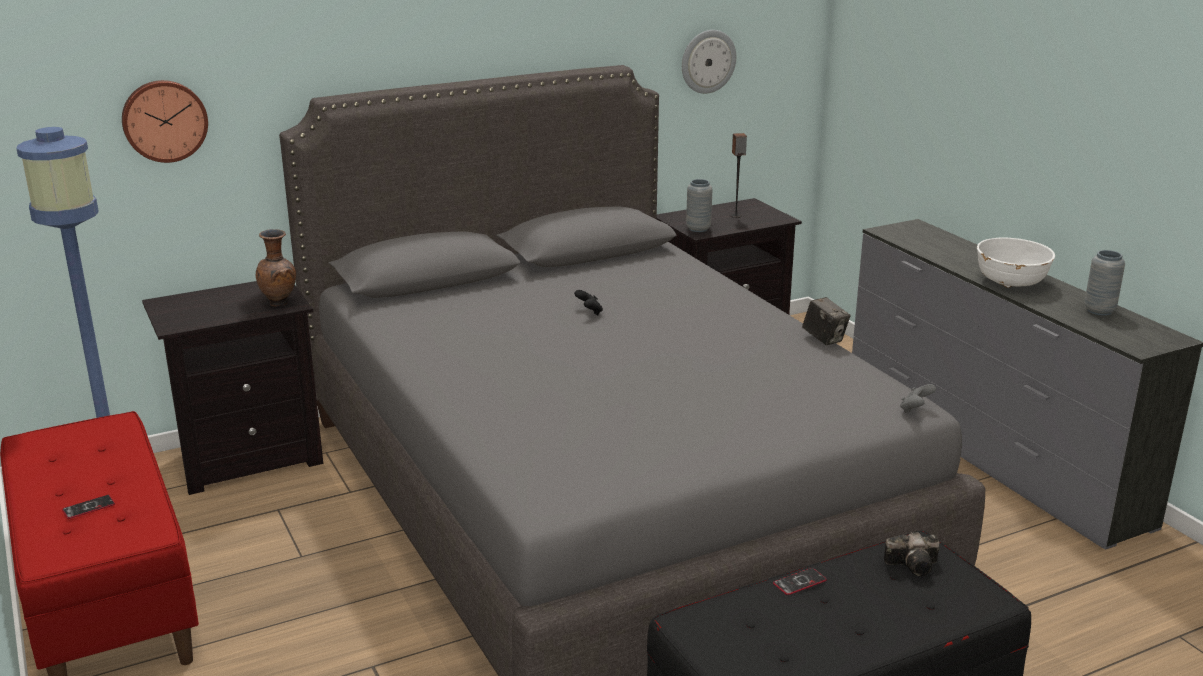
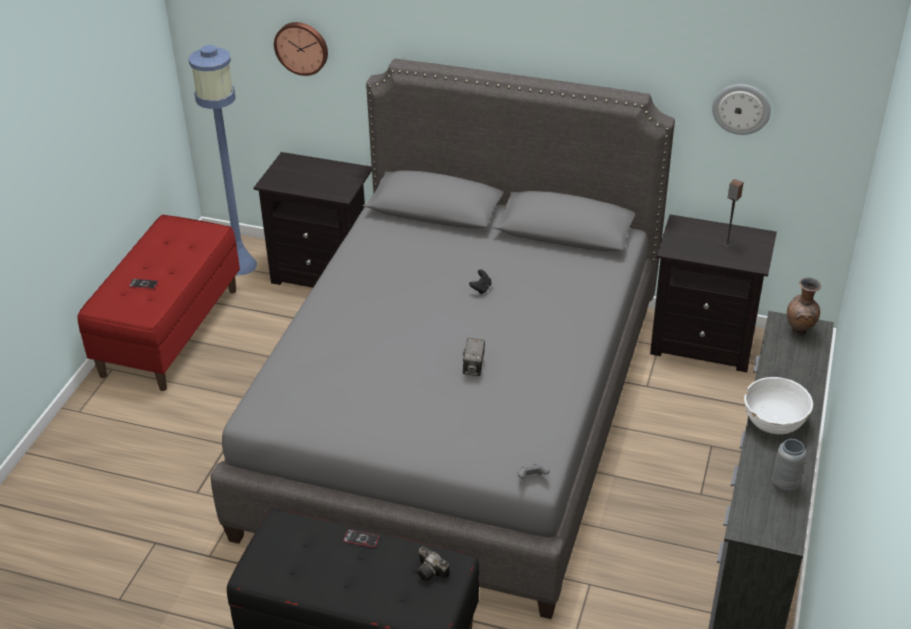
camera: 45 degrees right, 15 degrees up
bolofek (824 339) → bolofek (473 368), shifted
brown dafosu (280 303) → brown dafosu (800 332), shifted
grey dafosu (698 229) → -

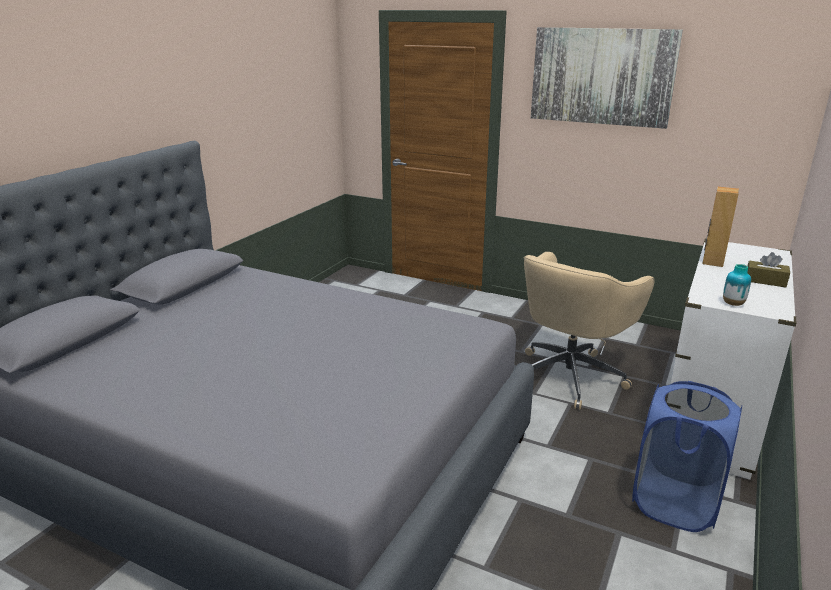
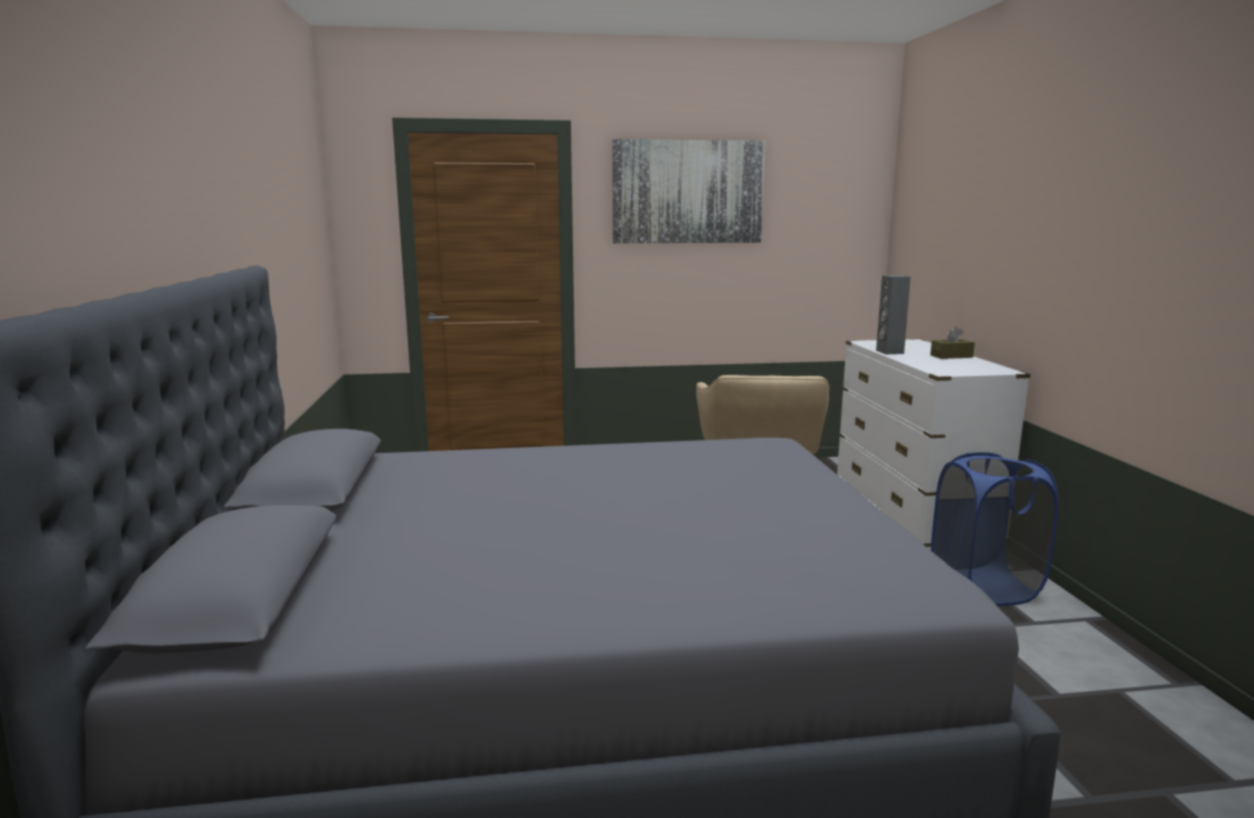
camera: 35 degrees left, 10 degrees down
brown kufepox (712 262) → grey kufepox (889 352)
dafosu (733 304) → -

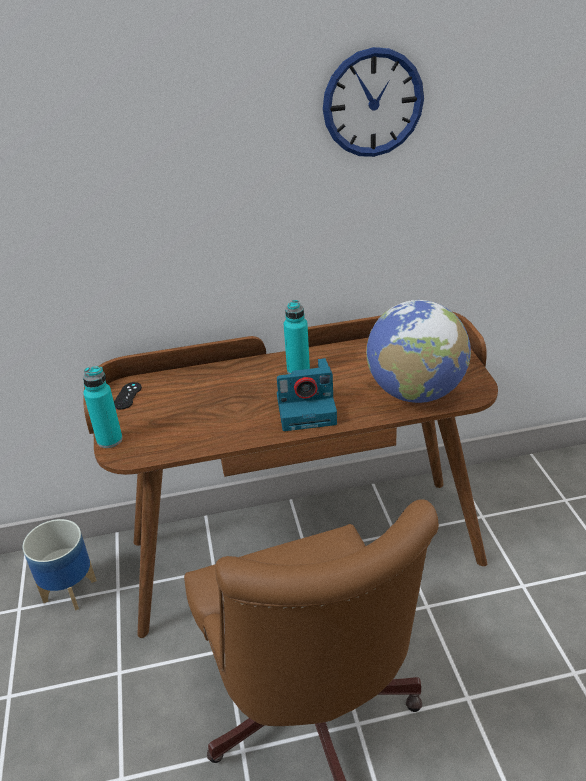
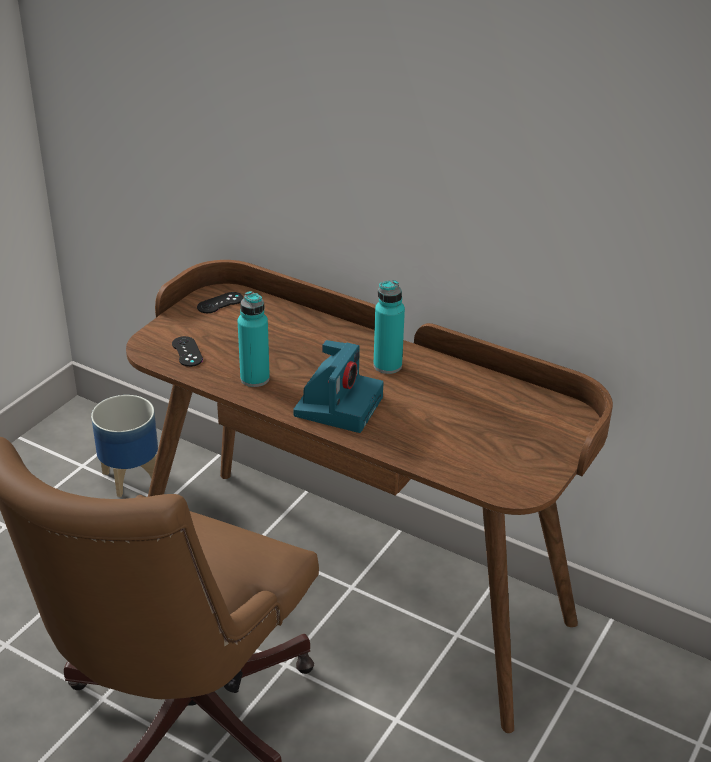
camera: 40 degrees right, 0 degrees up
- → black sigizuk (187 352)
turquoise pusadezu (109 440) → turquoise pusadezu (255 378), shifted
bolofek (307 409) → bolofek (338 405), 105 degrees counterclockwise
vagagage (373 103) → -
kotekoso (415 393) → -

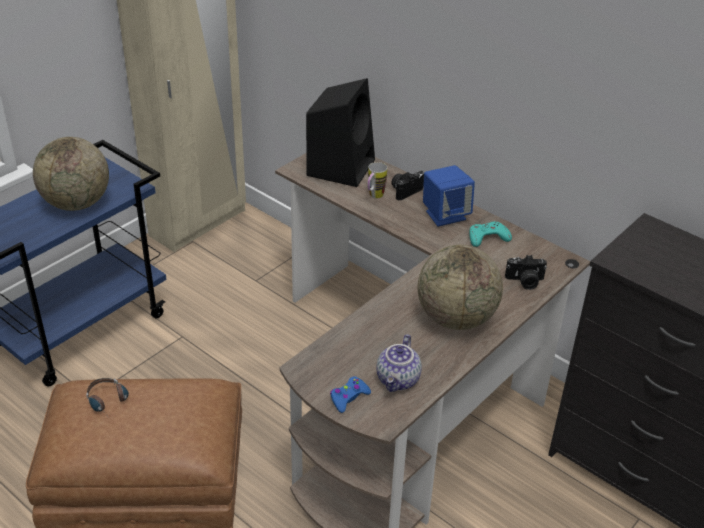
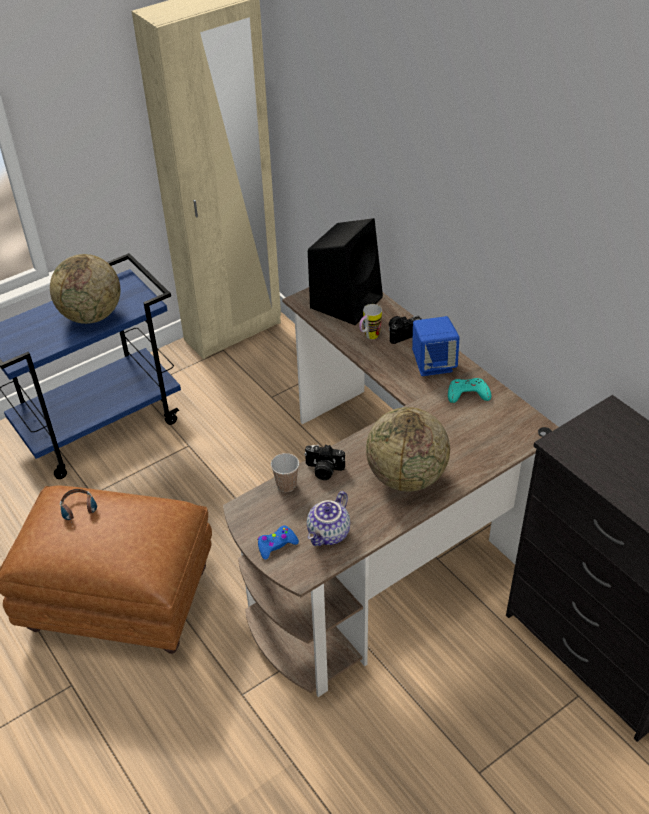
camera: 15 degrees right, 5 degrees up
- → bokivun (286 485)
bolofek (525 281) → bolofek (323 470), shifted

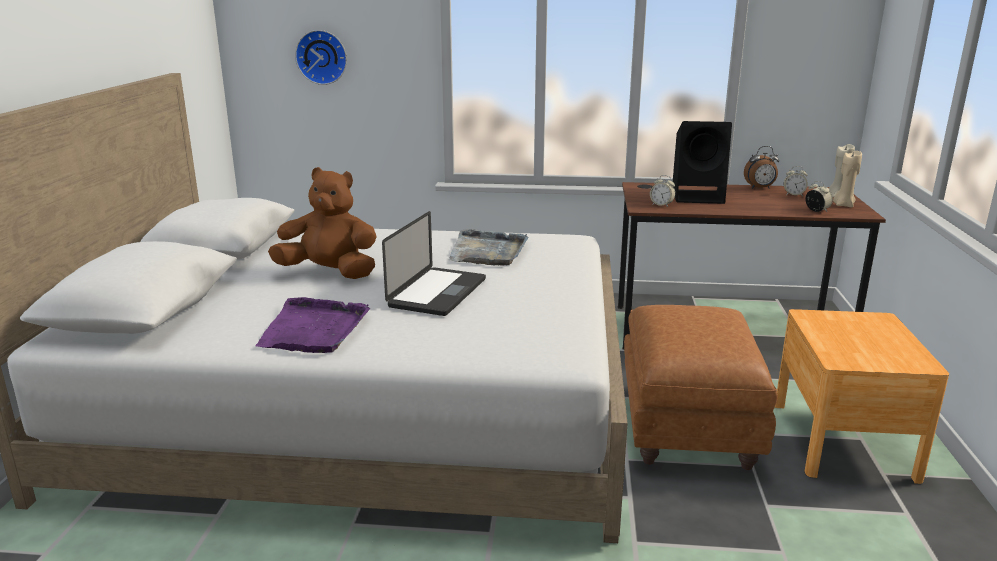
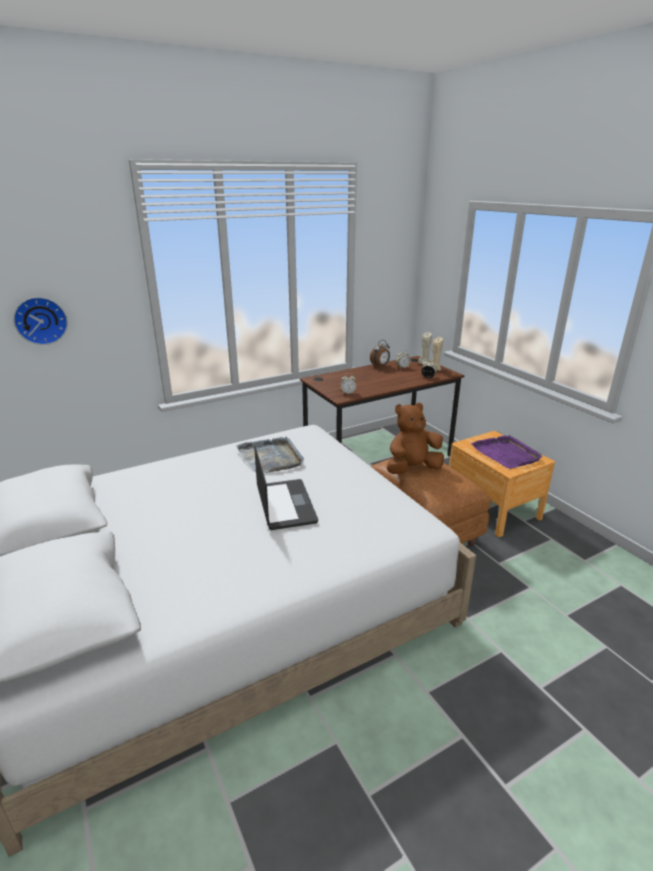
camera: 35 degrees left, 5 degrees up
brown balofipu (330 273) → brown balofipu (412 469), shifted
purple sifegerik (314 330) → purple sifegerik (506 454), shifted
black kufepox (699 196) → -

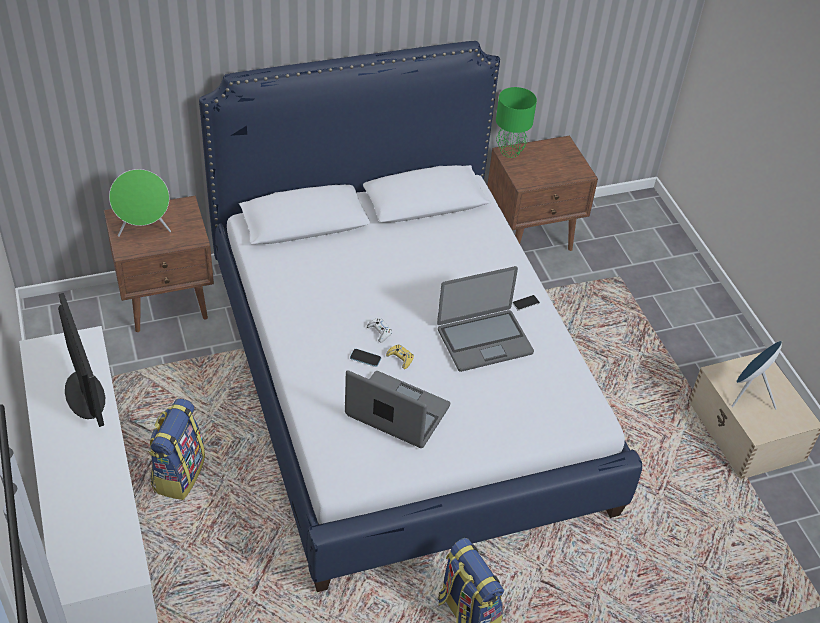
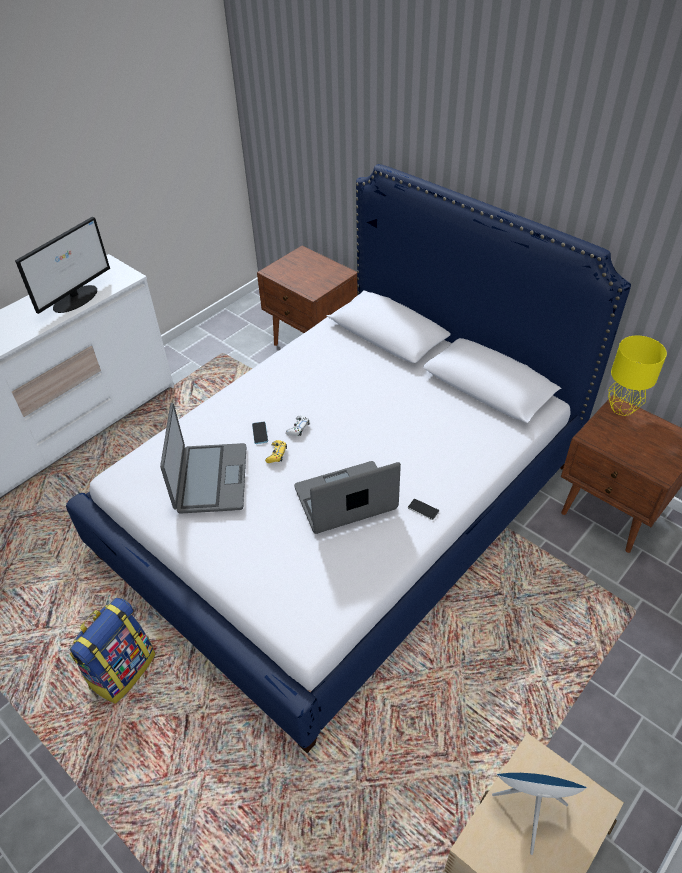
camera: 65 degrees right, 0 degrees up
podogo (484 340) → podogo (346 500), 120 degrees clockwise
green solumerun (510 151) → yellow solumerun (623 408)
green kufepox (144 230) → -
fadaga (178 473) → -

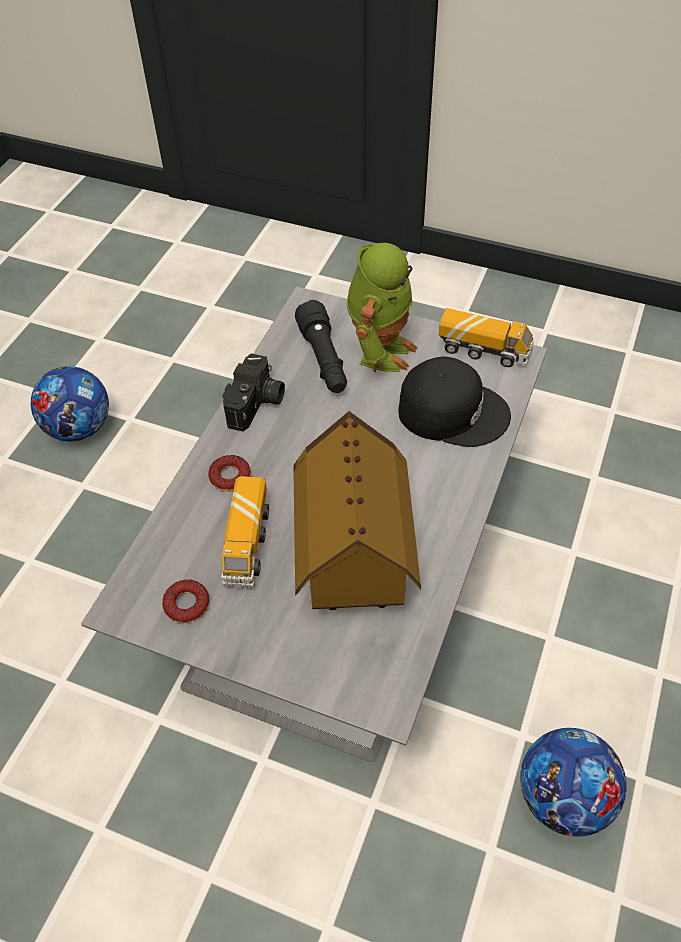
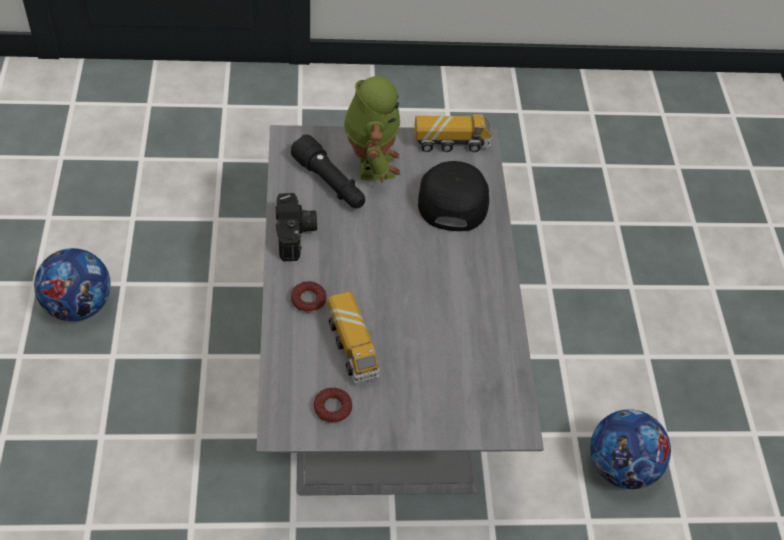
camera: 30 degrees left, 0 degrees up
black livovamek (452 410) → black livovamek (452 198), 75 degrees counterclockwise
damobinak (353 558) → -

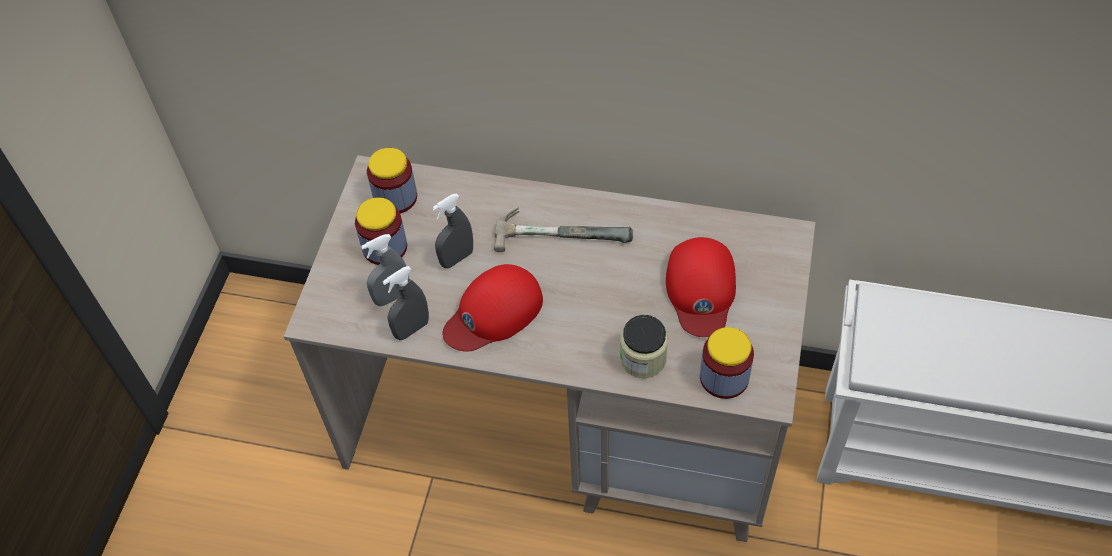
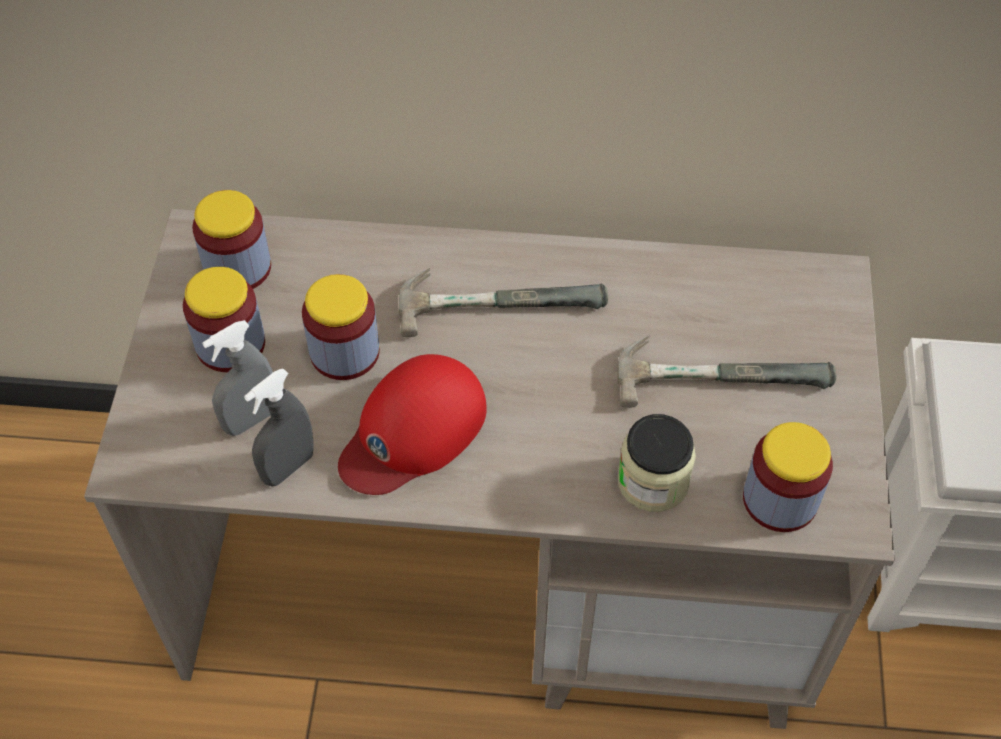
camera: 10 degrees left, 0 degrees up
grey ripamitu (457 258) → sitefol (344 352)
red livovamek (701 290) → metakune (721 369)

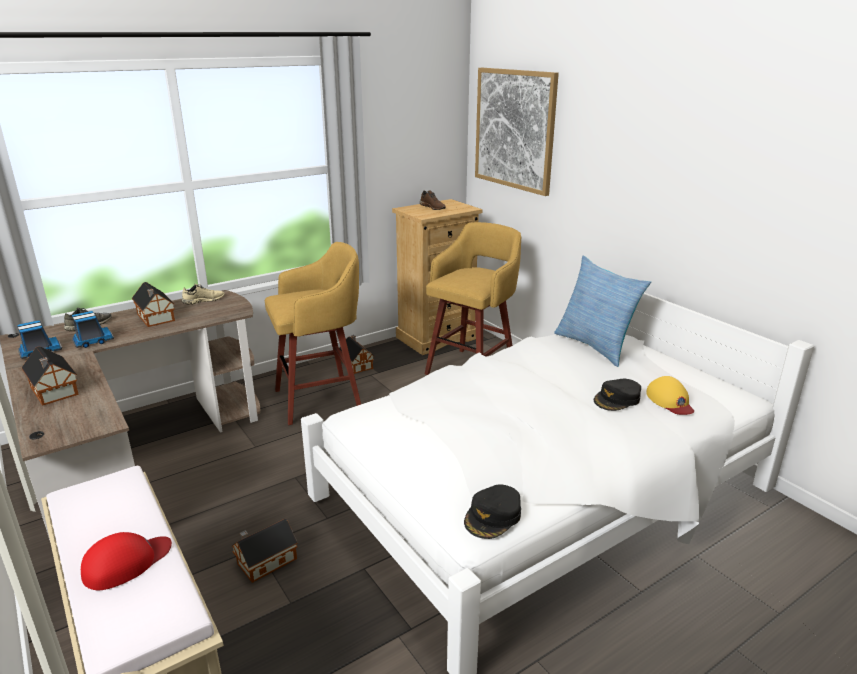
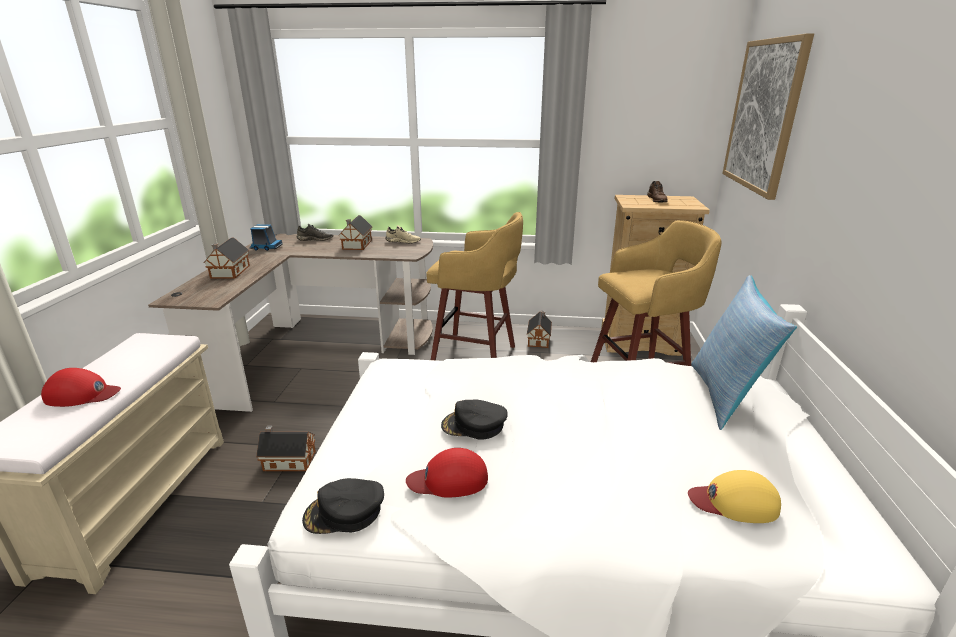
camera: 40 degrees right, 0 degrees up
- → red livovamek (449 479)
black livovamek (617 399) → black livovamek (474 425), shifted
yellow livovamek (670 401) → yellow livovamek (734 502), 75 degrees clockwise
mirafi (92 341) → -

